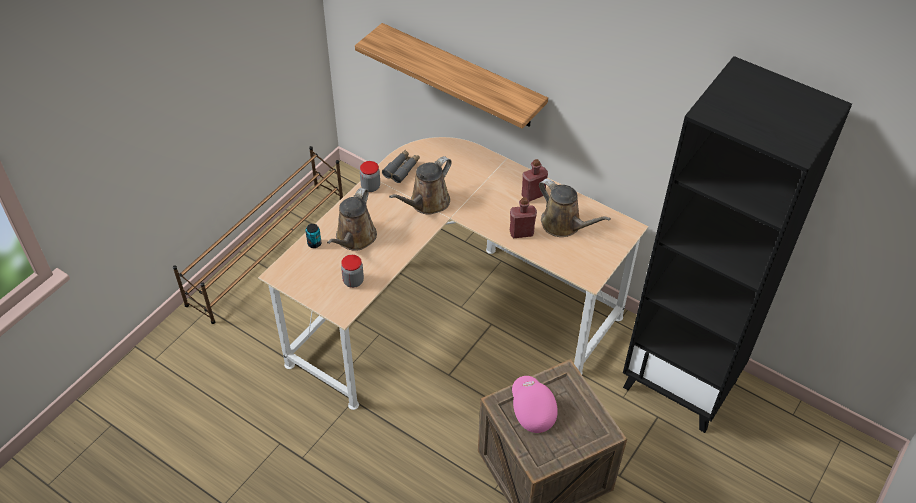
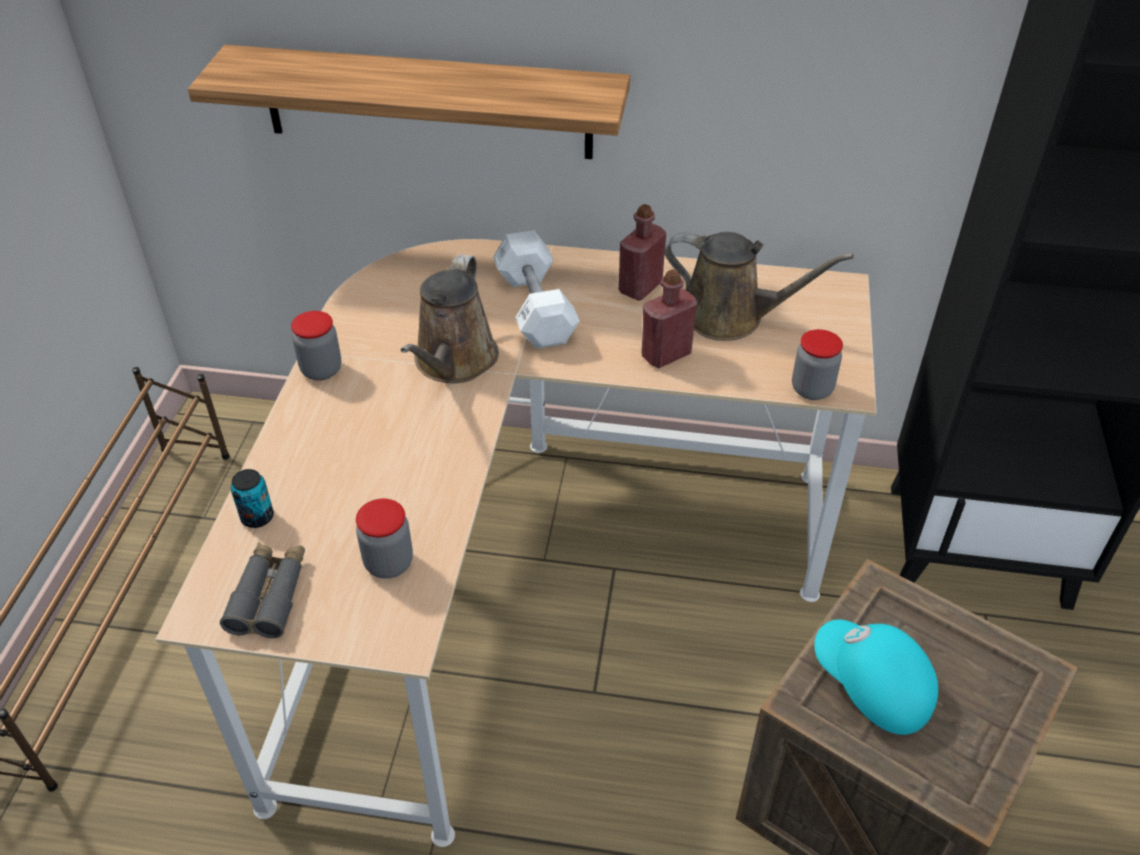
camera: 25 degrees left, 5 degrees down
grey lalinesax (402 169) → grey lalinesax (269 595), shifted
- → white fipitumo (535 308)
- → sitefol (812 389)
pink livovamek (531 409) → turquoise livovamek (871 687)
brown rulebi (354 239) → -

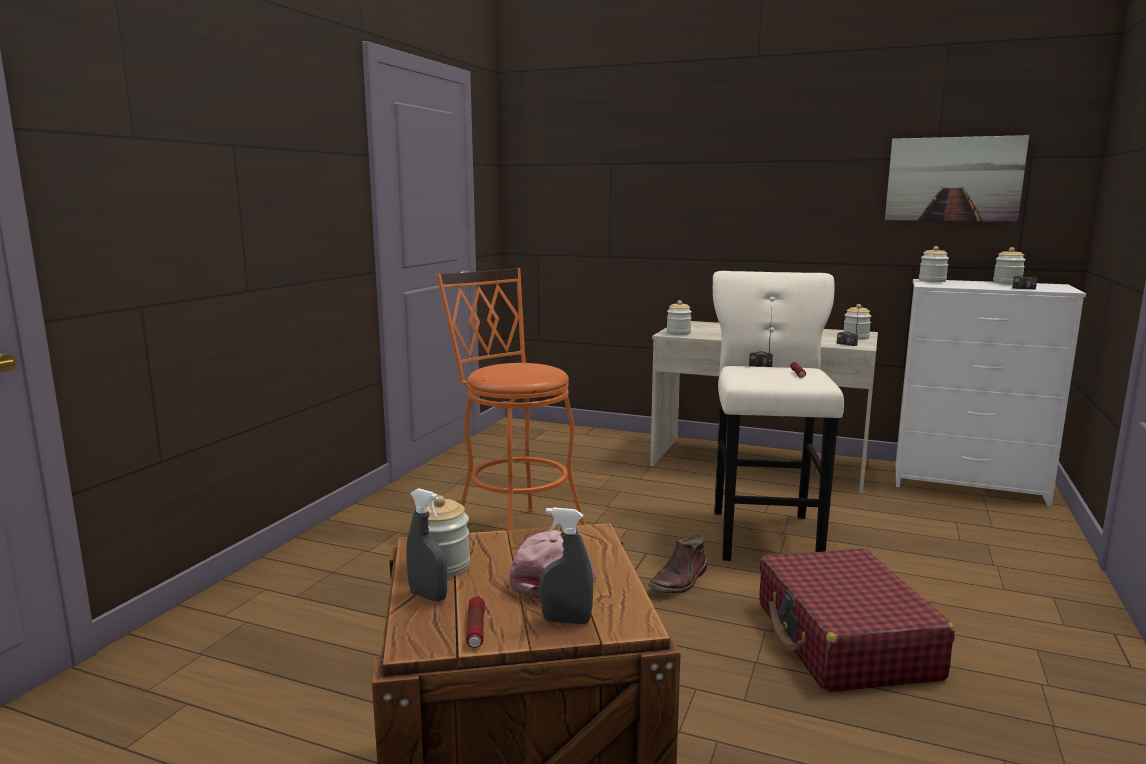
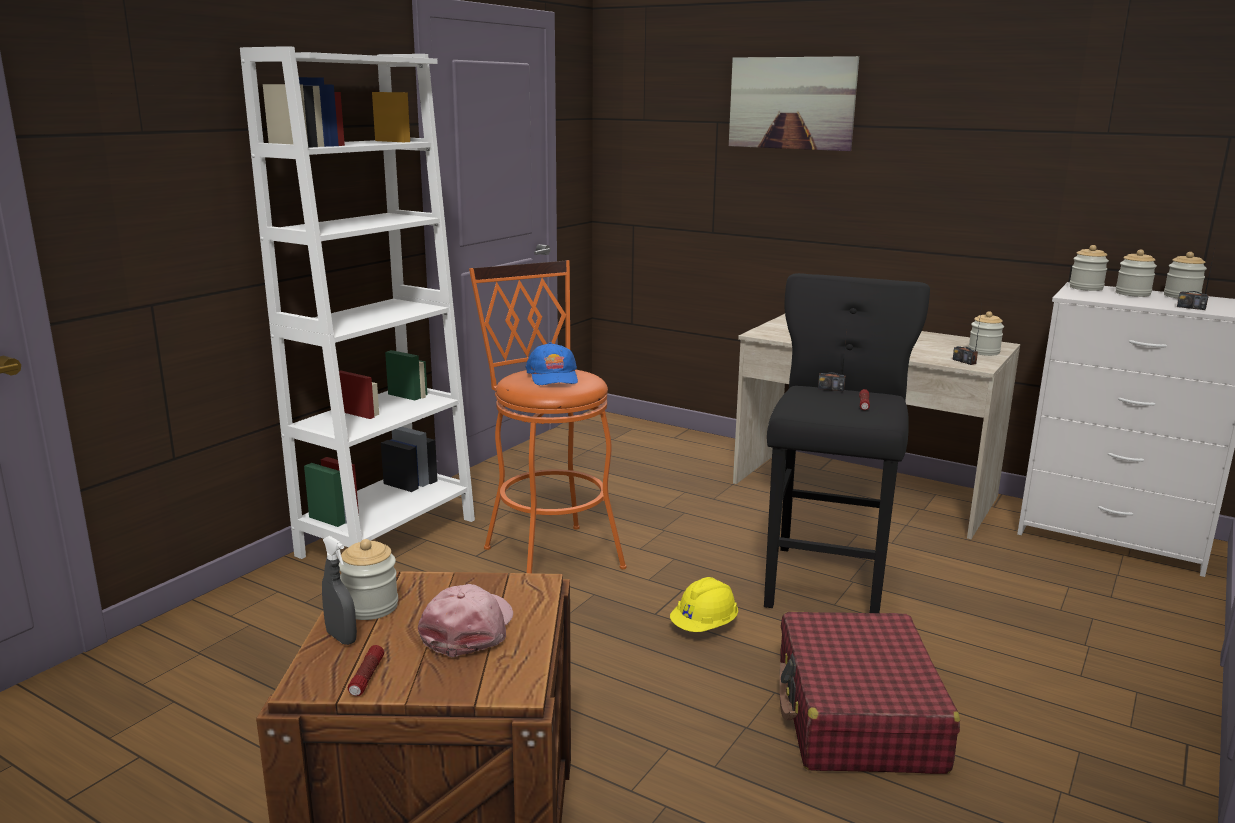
camera: 10 degrees right, 5 degrees up
- → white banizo (388 537)
- → blue livovamek (553 376)
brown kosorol (679 581) → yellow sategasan (704 626)
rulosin (953 179) → rulosin (791 103), shifted
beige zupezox (765 534) → black zupezox (827 579)
sitefol (678 333) → sitefol (1132 293), shifted
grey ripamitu (566 621) → -

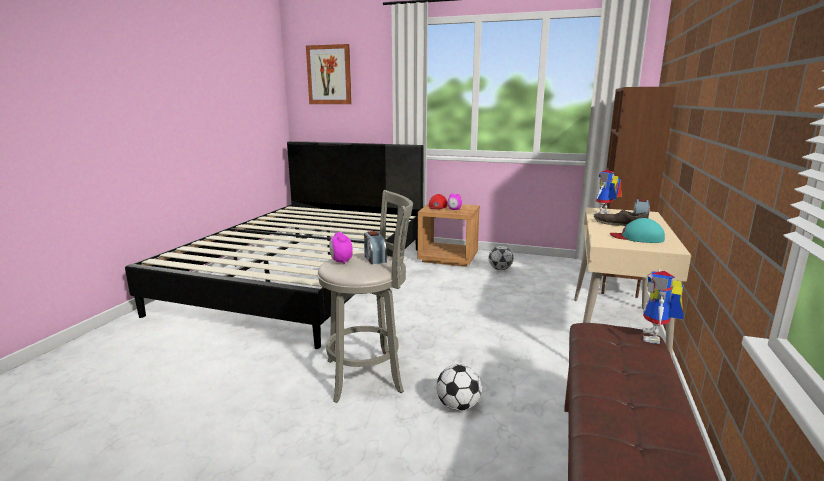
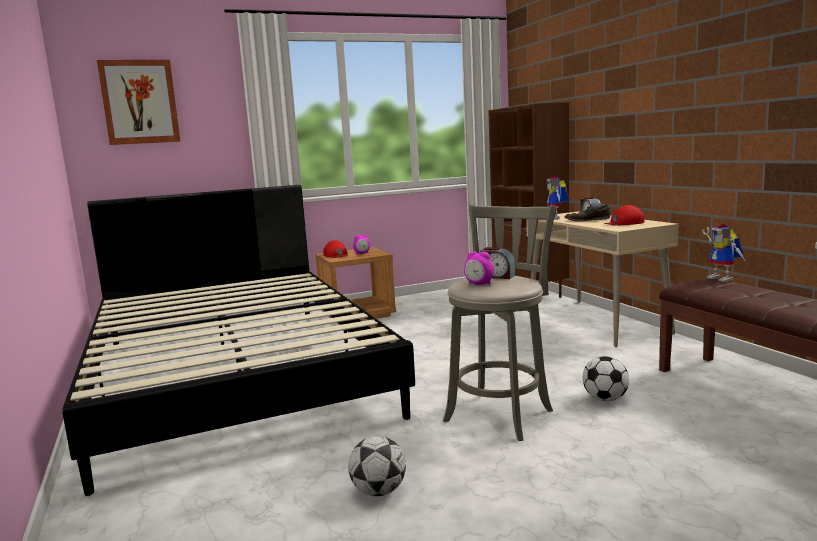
camera: 40 degrees left, 5 degrees down
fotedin (500 269) → fotedin (378 491), shifted
turquoise livovamek (637 238) → red livovamek (624 223)

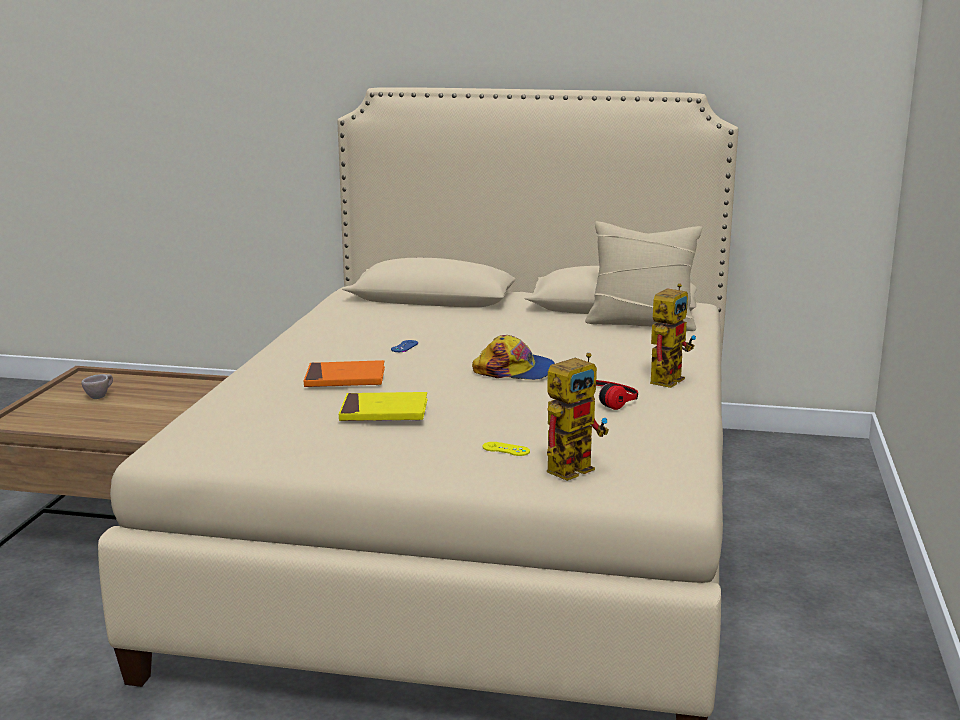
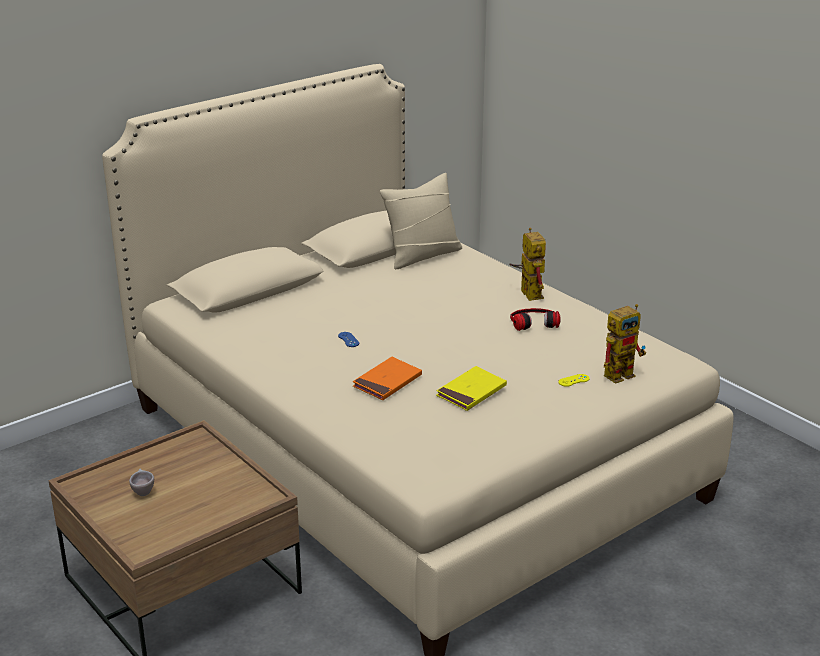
camera: 50 degrees left, 10 degrees up
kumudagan (574 466) → kumudagan (622 373), 60 degrees clockwise
livovamek (515 370) → -

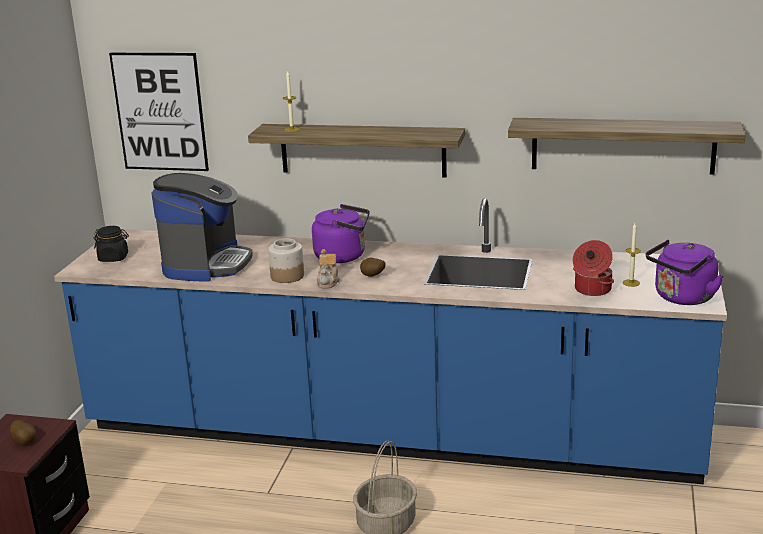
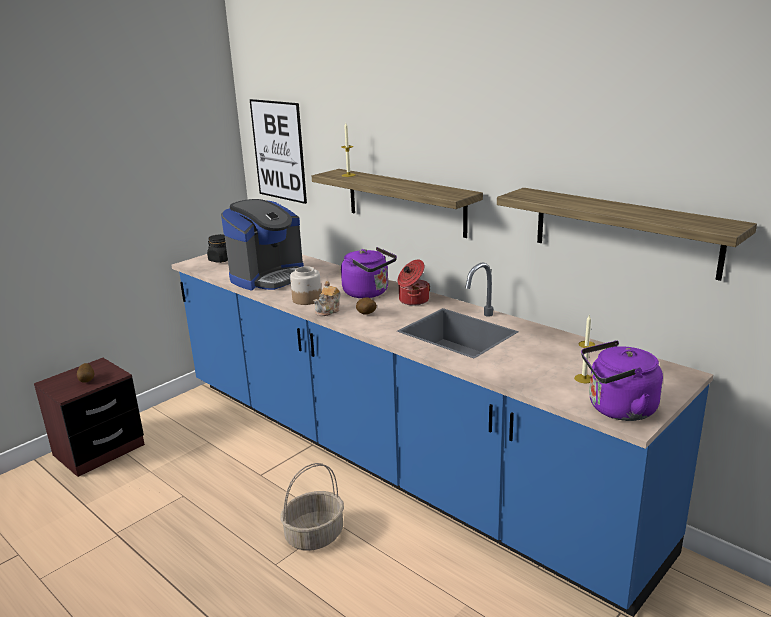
camera: 30 degrees right, 0 degrees up
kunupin (591 290) → kunupin (413 300), shifted

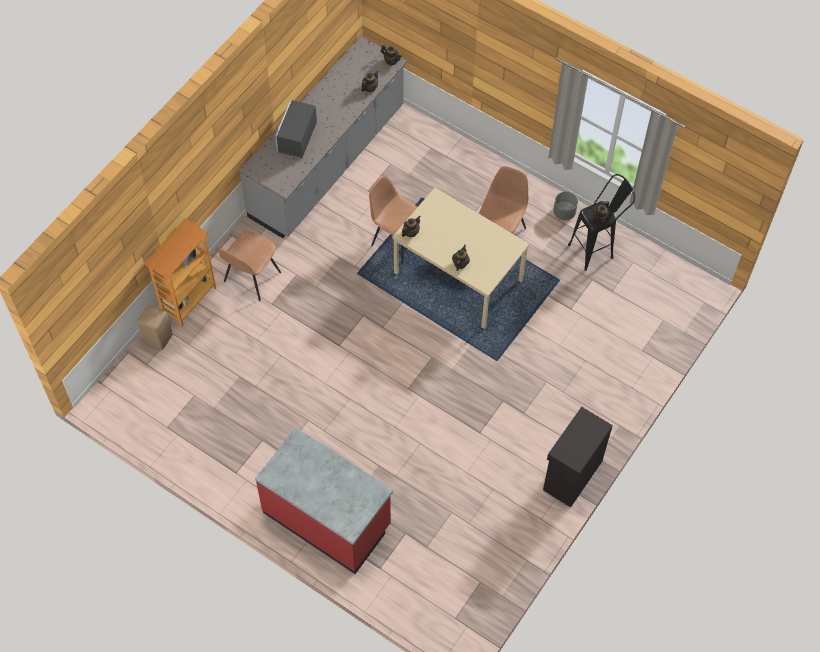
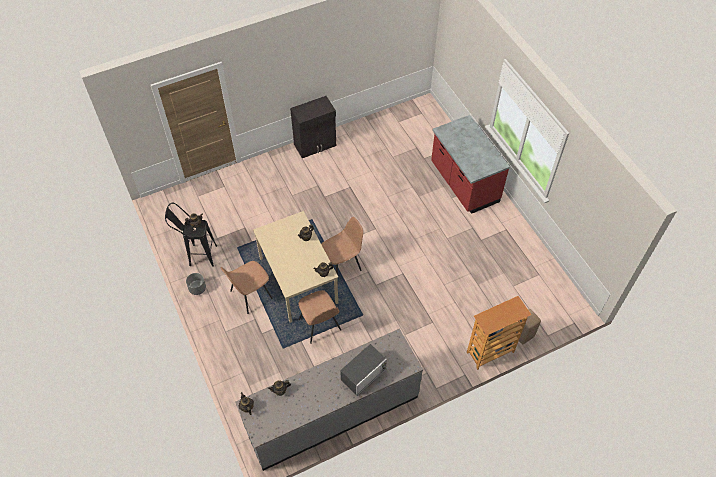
camera: 150 degrees left, 5 degrees down
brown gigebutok (251 278) → brown gigebutok (342 264), shifted

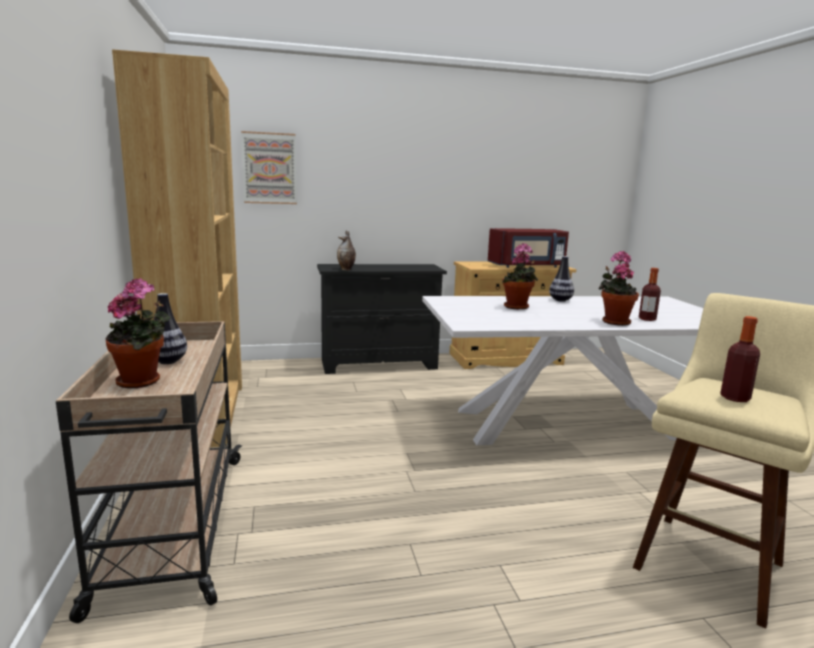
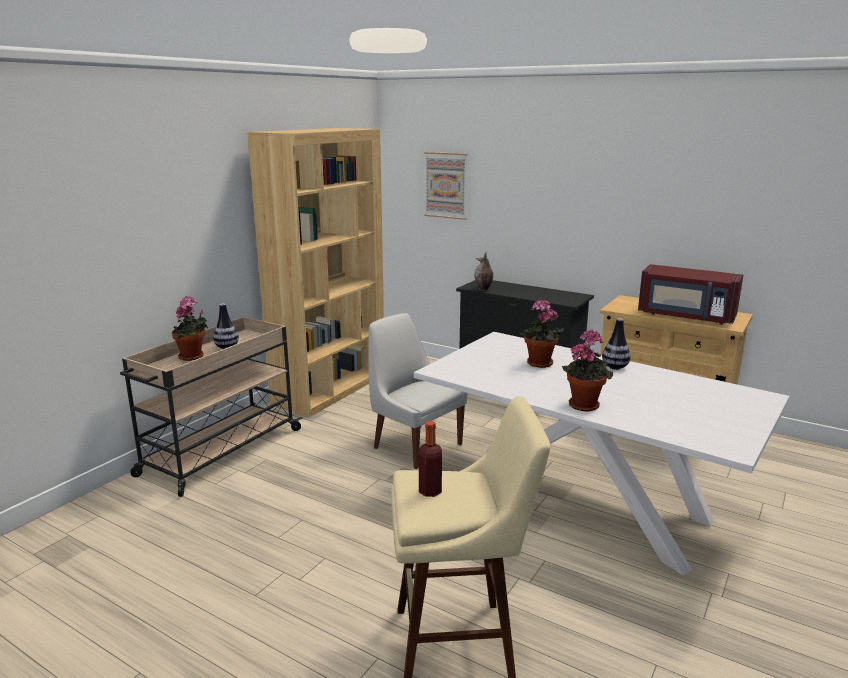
camera: 45 degrees right, 5 degrees up
- → white gigebutok (415 445)
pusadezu (647 319) → -

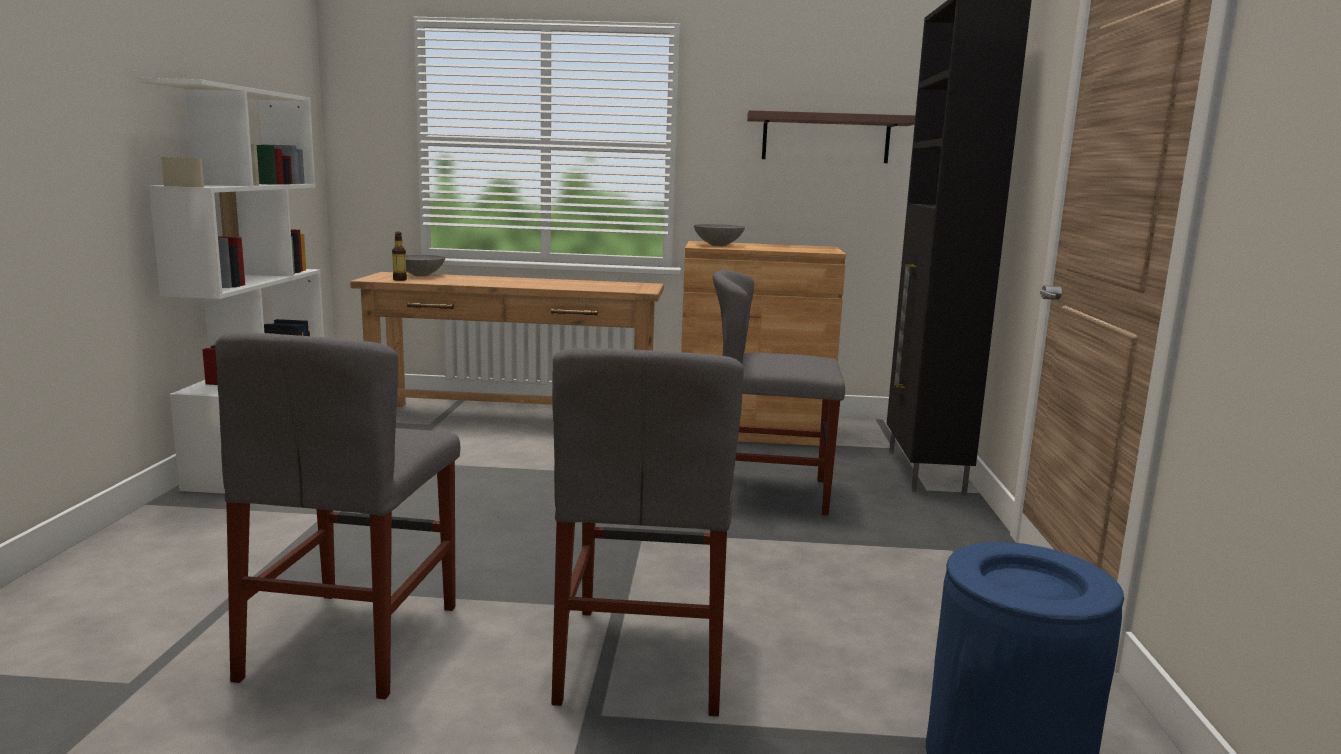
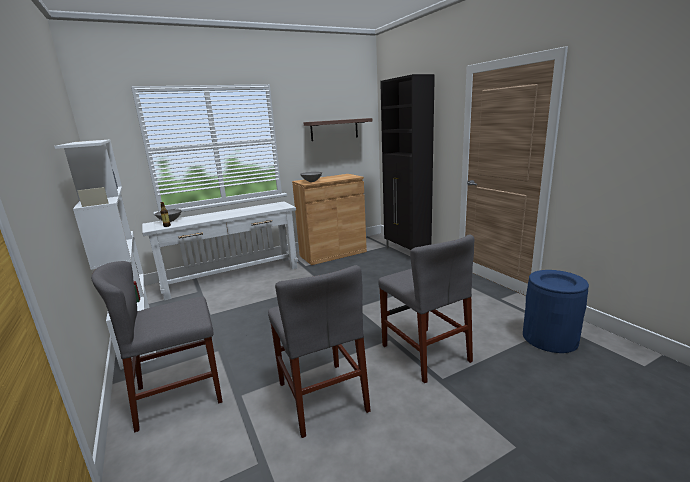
camera: 30 degrees left, 5 degrees up
grey gigebutok (767 492) → grey gigebutok (179 395), shifted
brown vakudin (513 419) → white vakudin (232 277)

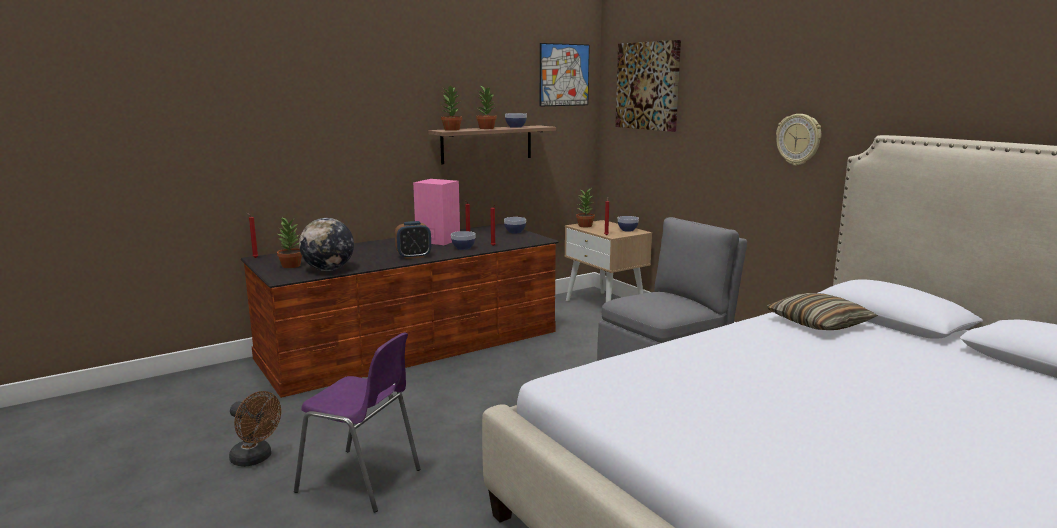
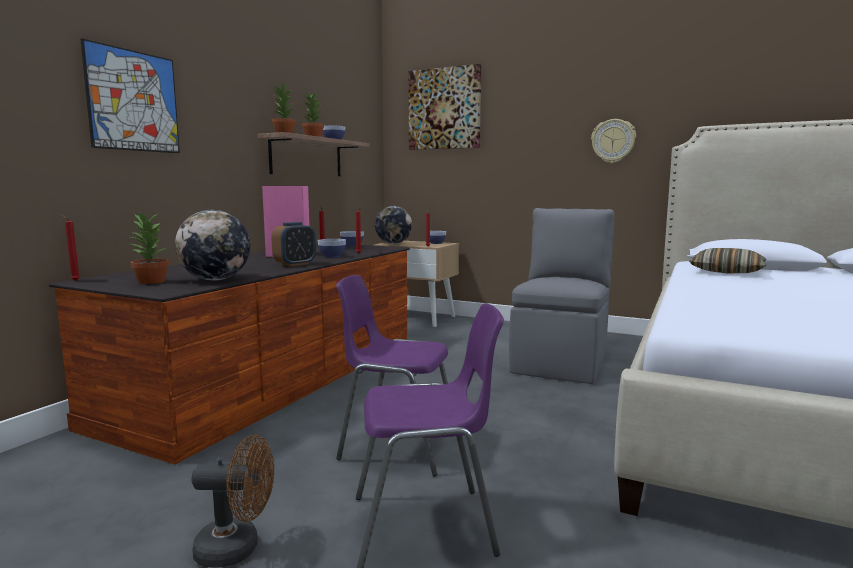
camera: 30 degrees left, 5 degrees down
rulosin (564 75) → rulosin (133 101), shifted
- → purple gigebutok (397 446)
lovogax (585 226) → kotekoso (393 243)

